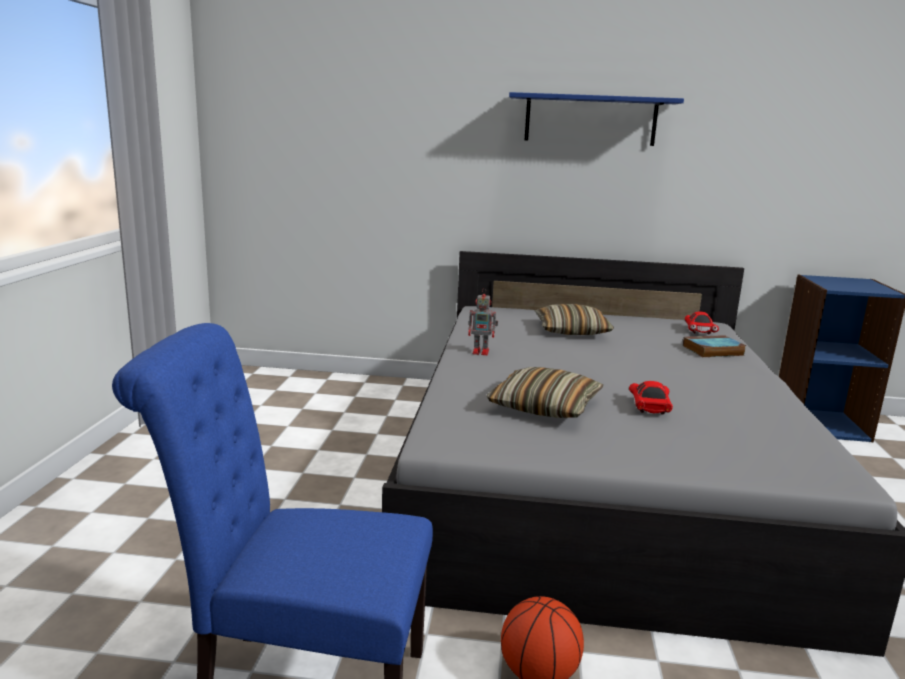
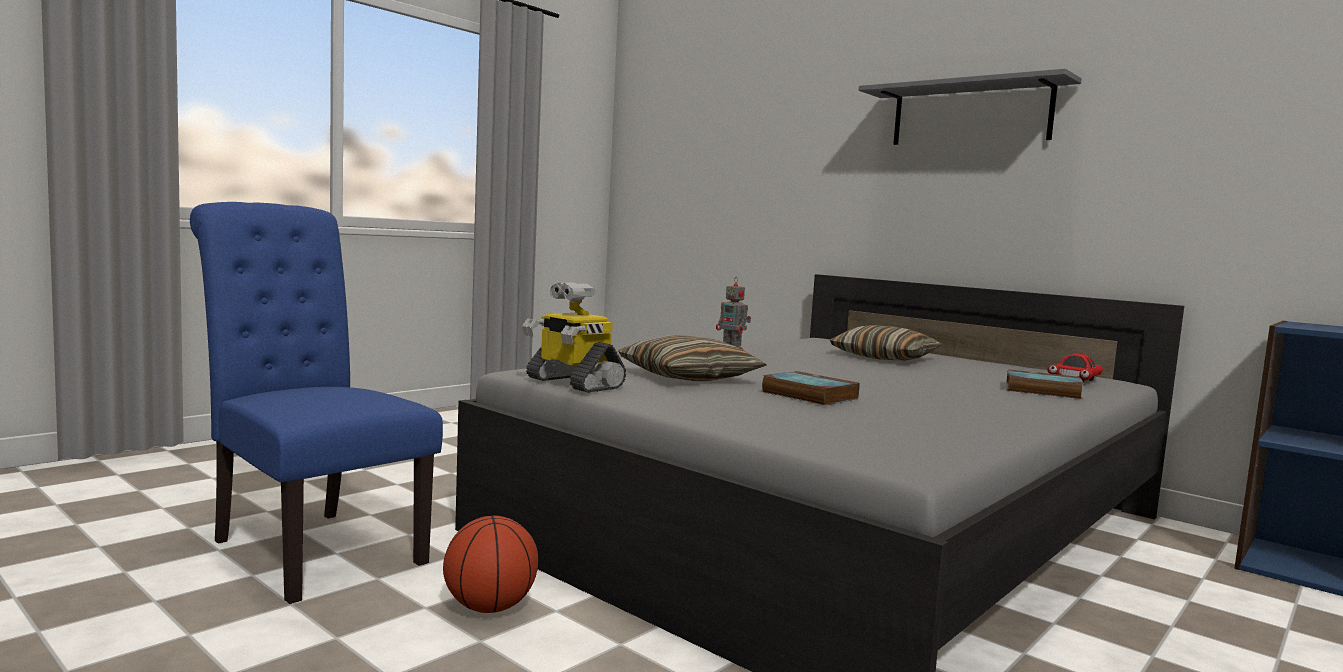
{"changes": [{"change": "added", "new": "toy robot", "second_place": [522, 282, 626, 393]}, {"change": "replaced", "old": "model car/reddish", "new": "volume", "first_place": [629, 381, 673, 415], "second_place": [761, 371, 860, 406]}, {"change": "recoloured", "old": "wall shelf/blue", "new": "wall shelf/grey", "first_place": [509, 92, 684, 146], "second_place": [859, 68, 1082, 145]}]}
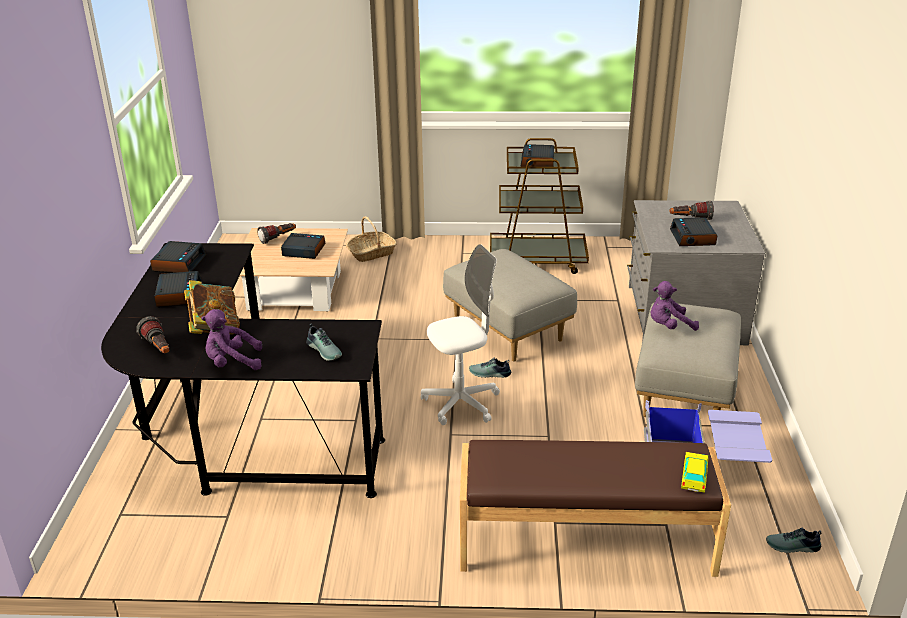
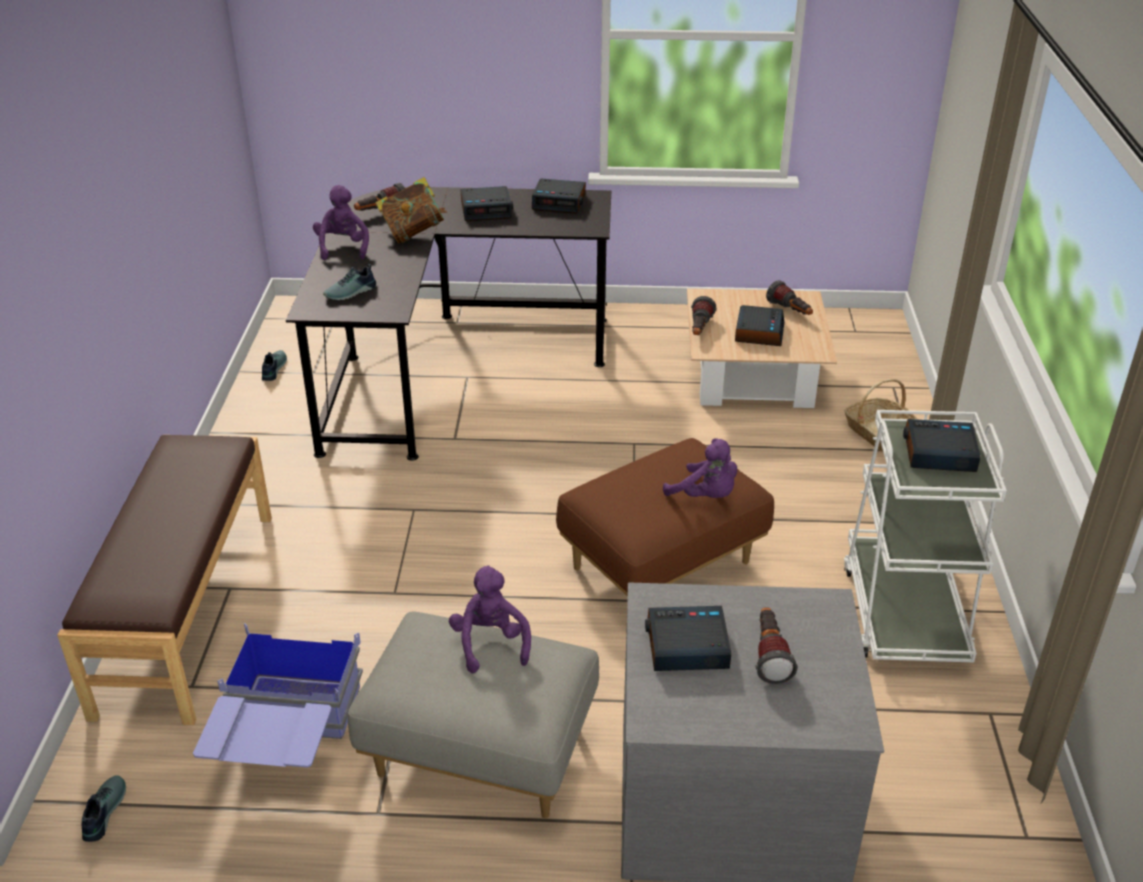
{"changes": [{"change": "removed", "old": "office chair/white-coloured", "first_place": [421, 244, 500, 425]}, {"change": "removed", "old": "model car", "first_place": [681, 452, 709, 493]}, {"change": "added", "new": "soft toy/purple", "second_place": [663, 438, 737, 498]}, {"change": "added", "new": "hand torch", "second_place": [691, 296, 717, 335]}, {"change": "moved", "old": "item of footwear", "first_place": [469, 357, 511, 378], "second_place": [262, 350, 287, 381]}, {"change": "recoloured", "old": "ottoman/grey", "new": "ottoman/brownish", "first_place": [443, 249, 577, 362], "second_place": [556, 438, 774, 596]}, {"change": "recoloured", "old": "wheeled cart/brownish", "new": "wheeled cart/white-coloured", "first_place": [490, 138, 589, 274], "second_place": [844, 410, 1007, 663]}]}
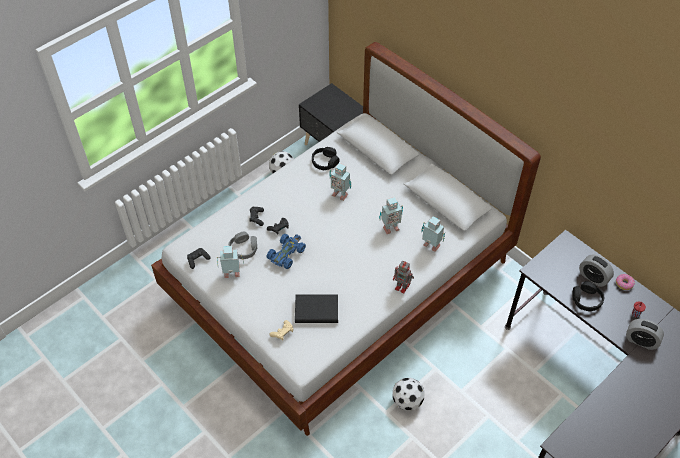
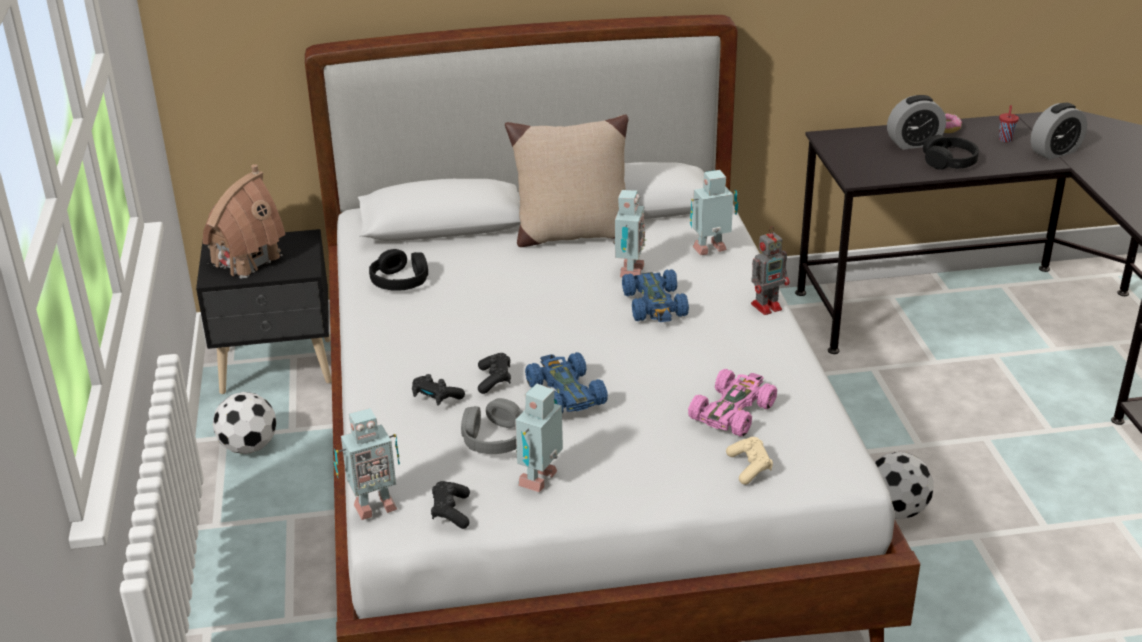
{"changes": [{"change": "added", "new": "miniature house", "second_place": [203, 164, 285, 278]}, {"change": "added", "new": "throw pillow/beige-coloured", "second_place": [505, 114, 629, 247]}, {"change": "added", "new": "model car/blue", "second_place": [622, 269, 689, 322]}, {"change": "moved", "old": "toy robot", "first_place": [329, 163, 351, 201], "second_place": [334, 408, 400, 520]}, {"change": "replaced", "old": "volume/black-coloured", "new": "model car/pink-coloured", "first_place": [295, 294, 338, 323], "second_place": [688, 369, 777, 436]}]}
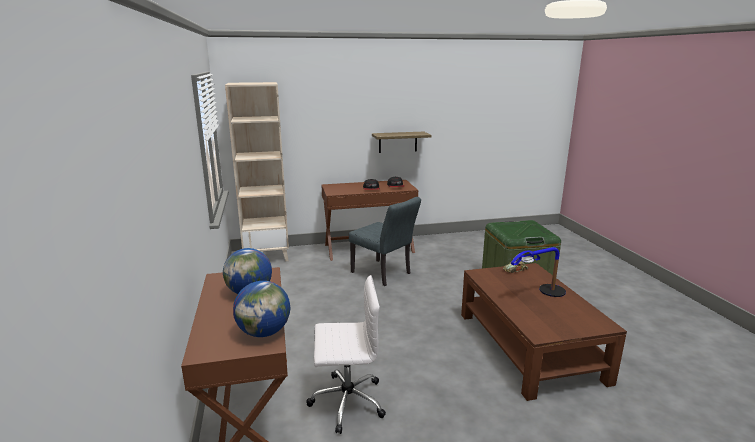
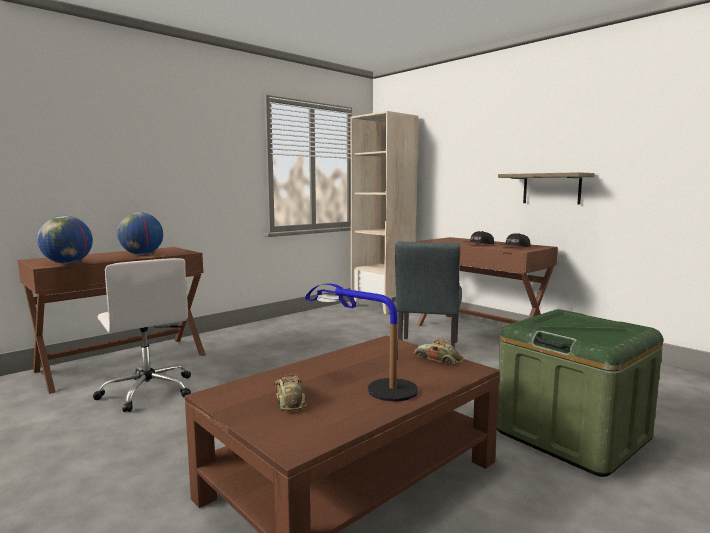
{"changes": [{"change": "added", "new": "model car", "second_place": [274, 374, 307, 411]}]}
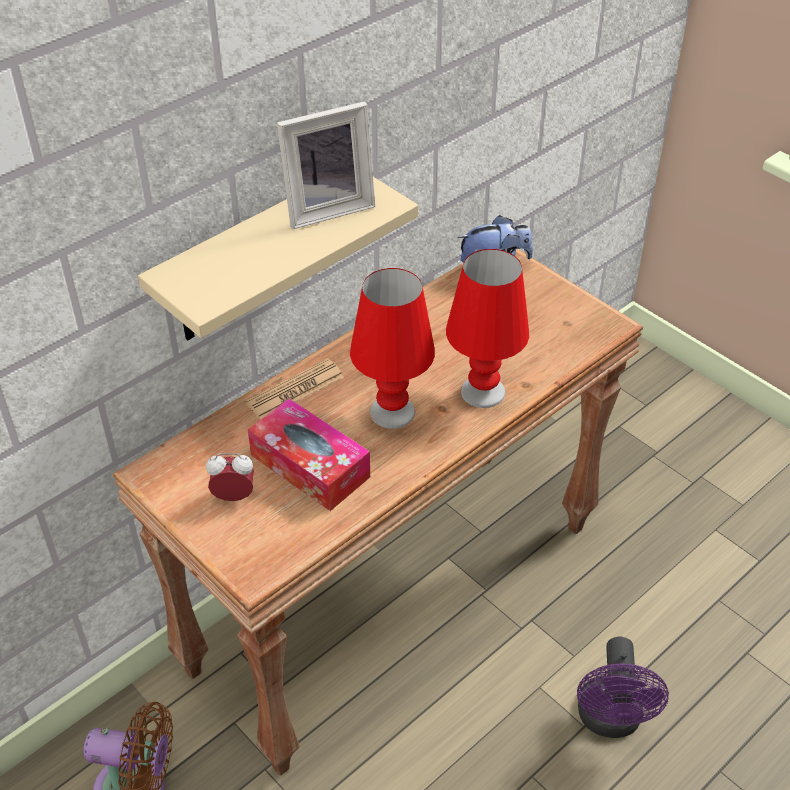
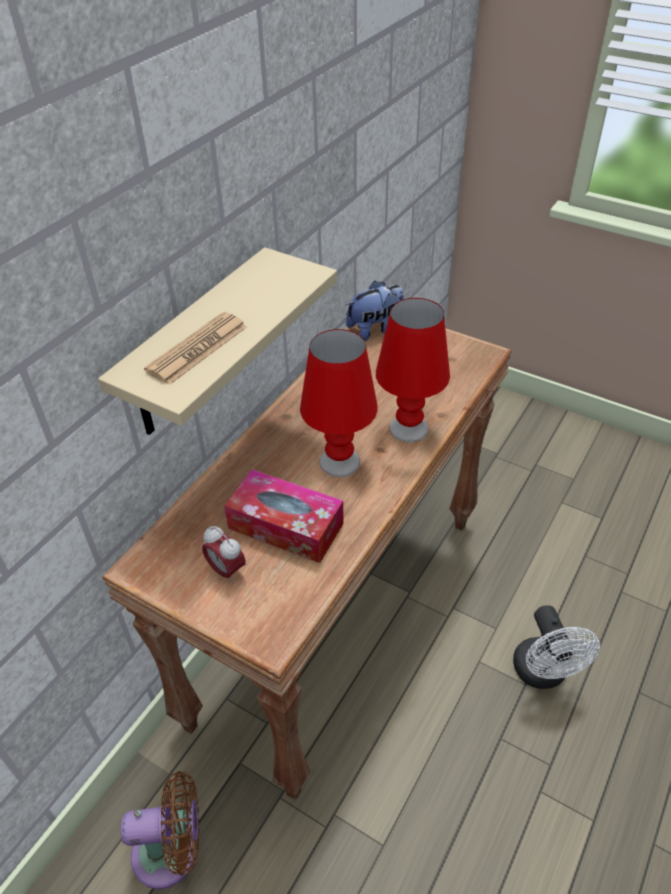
{"changes": [{"change": "removed", "old": "photo frame", "first_place": [277, 101, 375, 229]}, {"change": "moved", "old": "printed paper", "first_place": [245, 359, 344, 419], "second_place": [144, 312, 247, 385]}, {"change": "recoloured", "old": "electric fan/purple", "new": "electric fan/white-coloured", "first_place": [577, 637, 669, 738], "second_place": [513, 605, 600, 689]}, {"change": "turned", "old": "alarm clock", "first_place": [206, 453, 254, 501], "second_place": [202, 526, 246, 584], "degrees": -120}]}
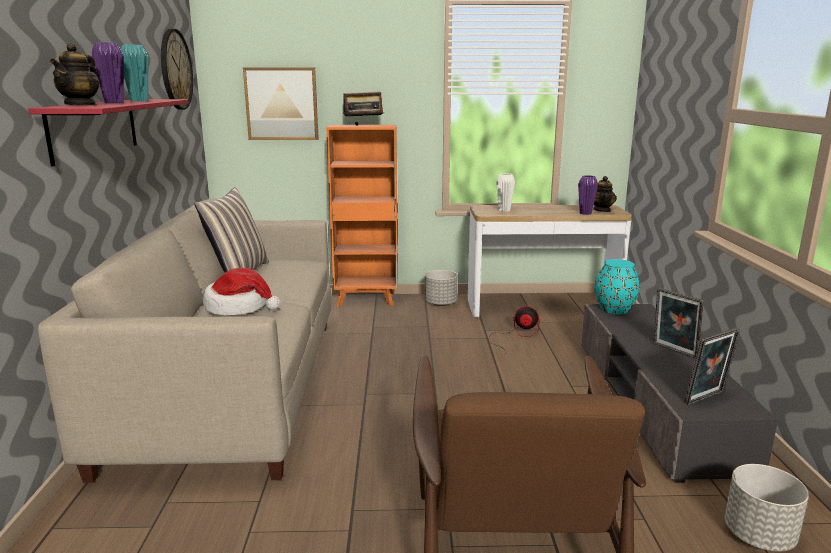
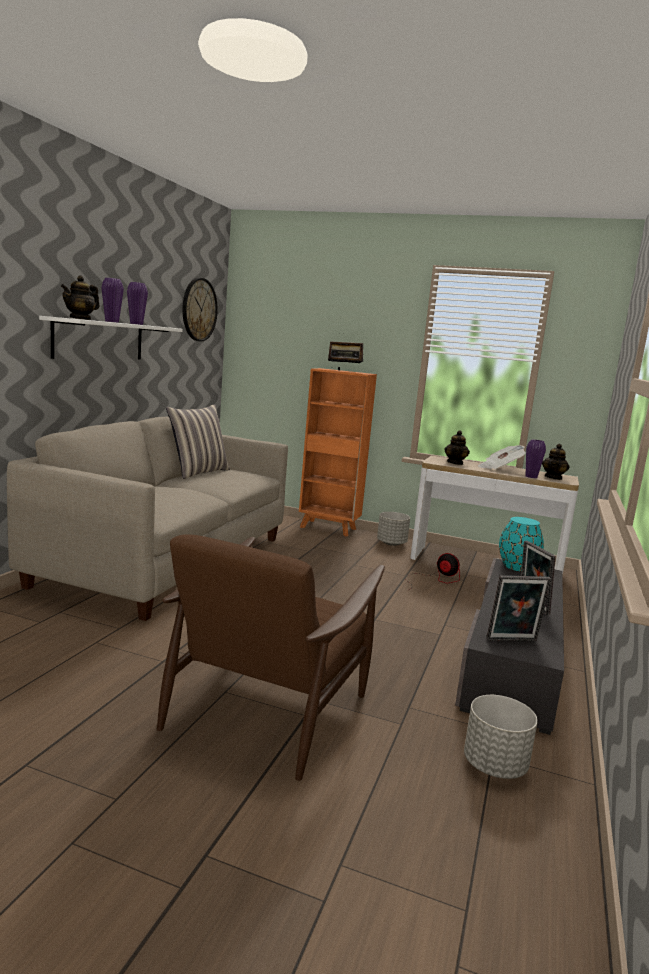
{"changes": [{"change": "removed", "old": "hat", "first_place": [203, 268, 281, 315]}, {"change": "removed", "old": "wall art", "first_place": [243, 67, 319, 140]}, {"change": "added", "new": "printed paper", "second_place": [478, 445, 526, 469]}, {"change": "replaced", "old": "decorative vase/white-coloured", "new": "pot for tea", "first_place": [496, 173, 515, 212], "second_place": [444, 430, 470, 465]}, {"change": "recoloured", "old": "wall shelf/reddish", "new": "wall shelf/white-coloured", "first_place": [28, 99, 188, 167], "second_place": [39, 316, 183, 359]}, {"change": "recoloured", "old": "decorative vase/blue-green", "new": "decorative vase/purple", "first_place": [121, 44, 148, 102], "second_place": [127, 282, 148, 325]}]}
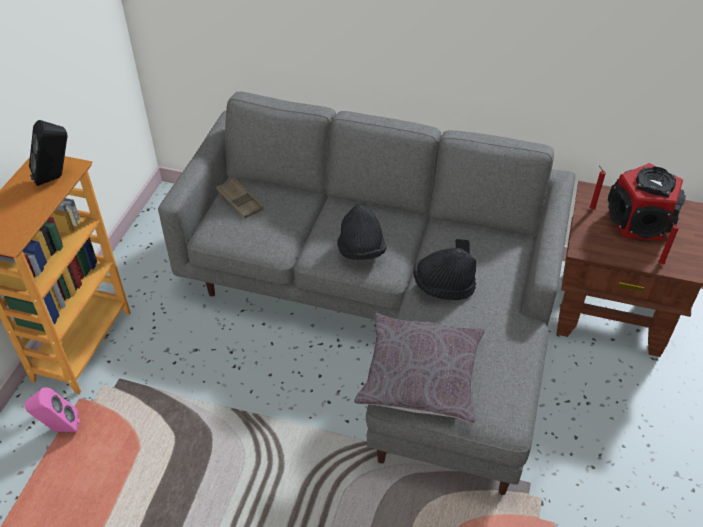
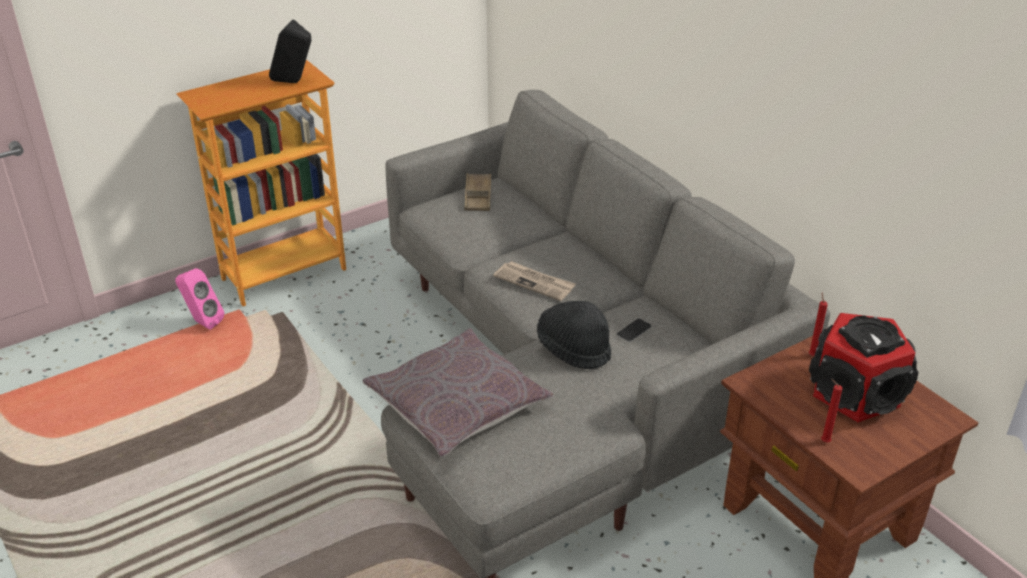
{"changes": [{"change": "replaced", "old": "hat/black-coloured", "new": "printed paper", "first_place": [337, 205, 386, 260], "second_place": [493, 261, 576, 301]}]}
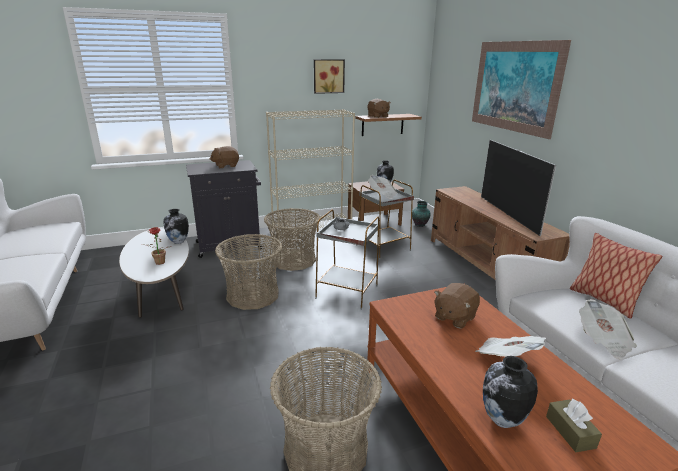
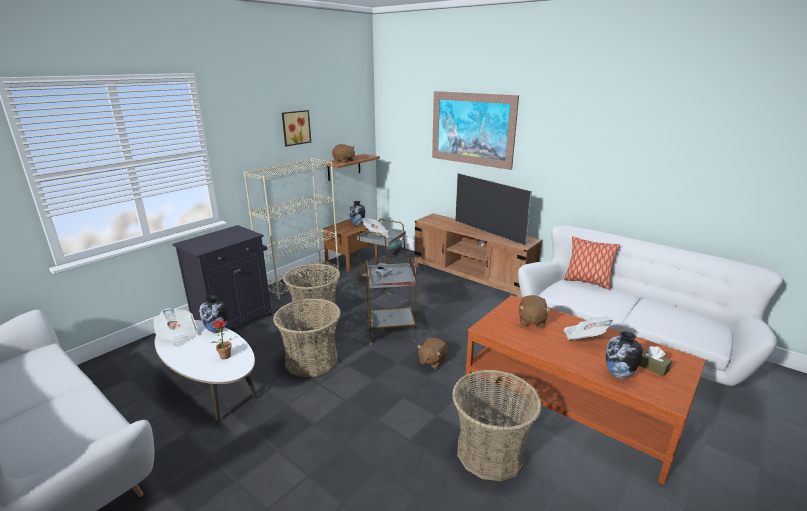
{"changes": [{"change": "moved", "old": "soft toy/brownish", "first_place": [210, 146, 239, 168], "second_place": [417, 338, 448, 369]}, {"change": "moved", "old": "printed paper", "first_place": [579, 299, 637, 360], "second_place": [153, 308, 198, 347]}]}
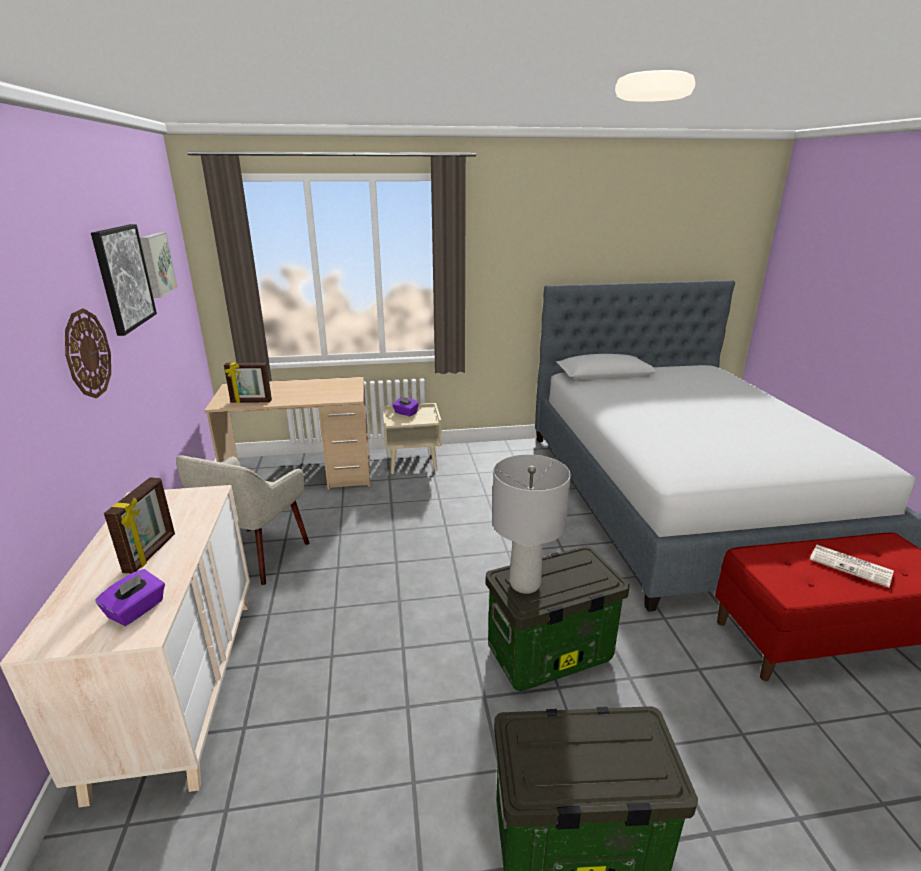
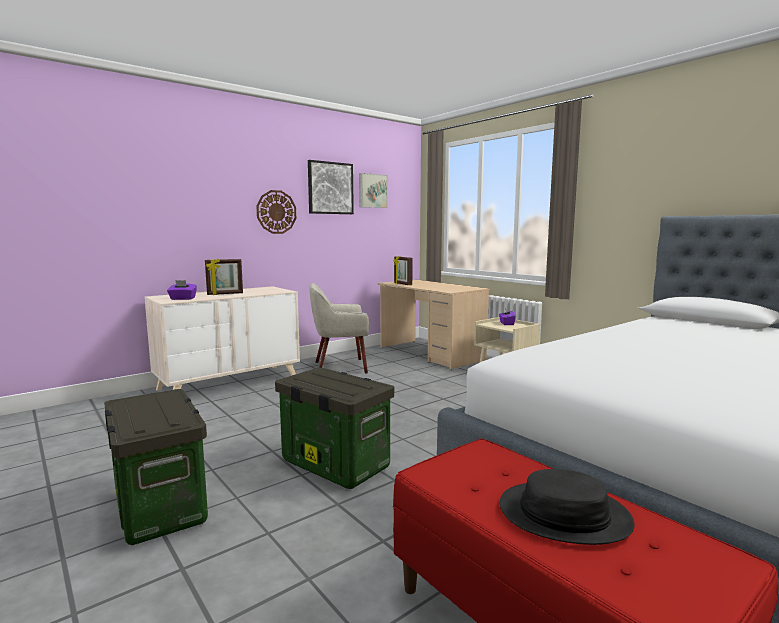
{"changes": [{"change": "removed", "old": "table lamp/grey", "first_place": [492, 454, 571, 594]}, {"change": "replaced", "old": "printed paper", "new": "hat/black-coloured", "first_place": [810, 544, 894, 588], "second_place": [500, 469, 635, 545]}]}
